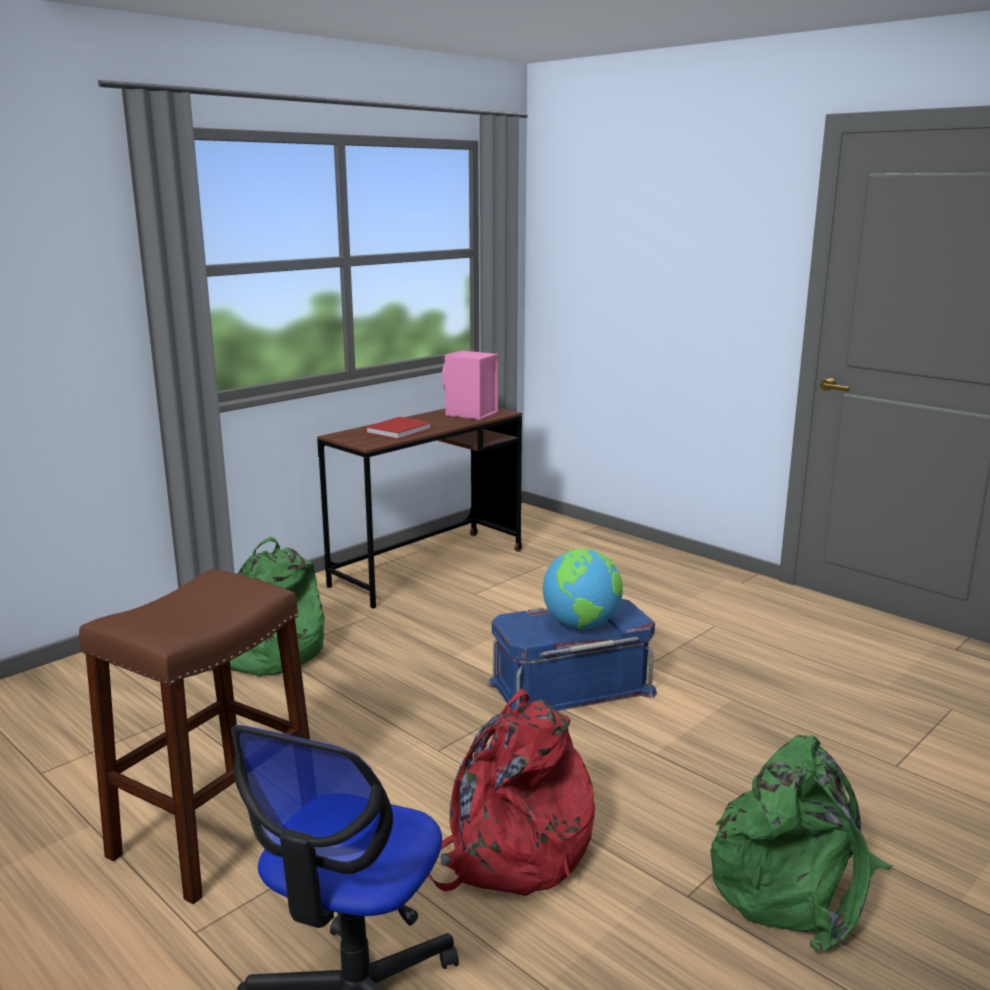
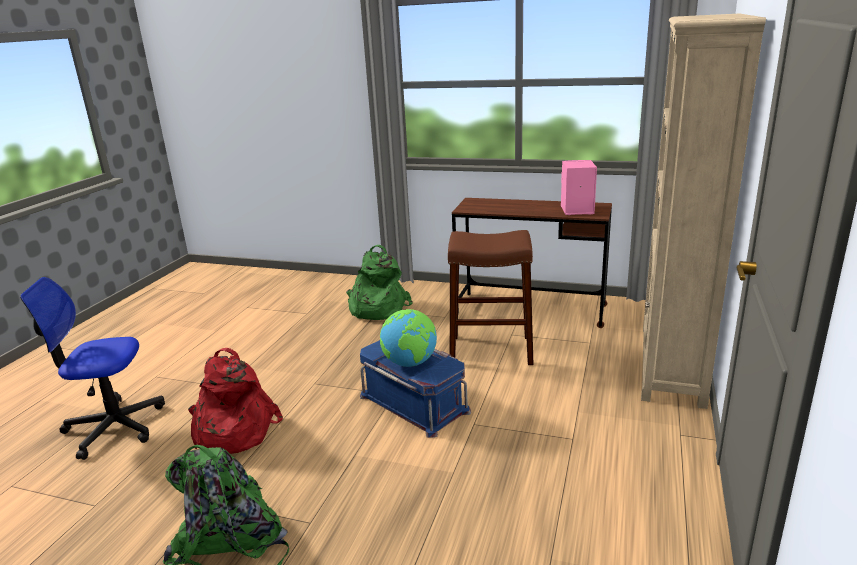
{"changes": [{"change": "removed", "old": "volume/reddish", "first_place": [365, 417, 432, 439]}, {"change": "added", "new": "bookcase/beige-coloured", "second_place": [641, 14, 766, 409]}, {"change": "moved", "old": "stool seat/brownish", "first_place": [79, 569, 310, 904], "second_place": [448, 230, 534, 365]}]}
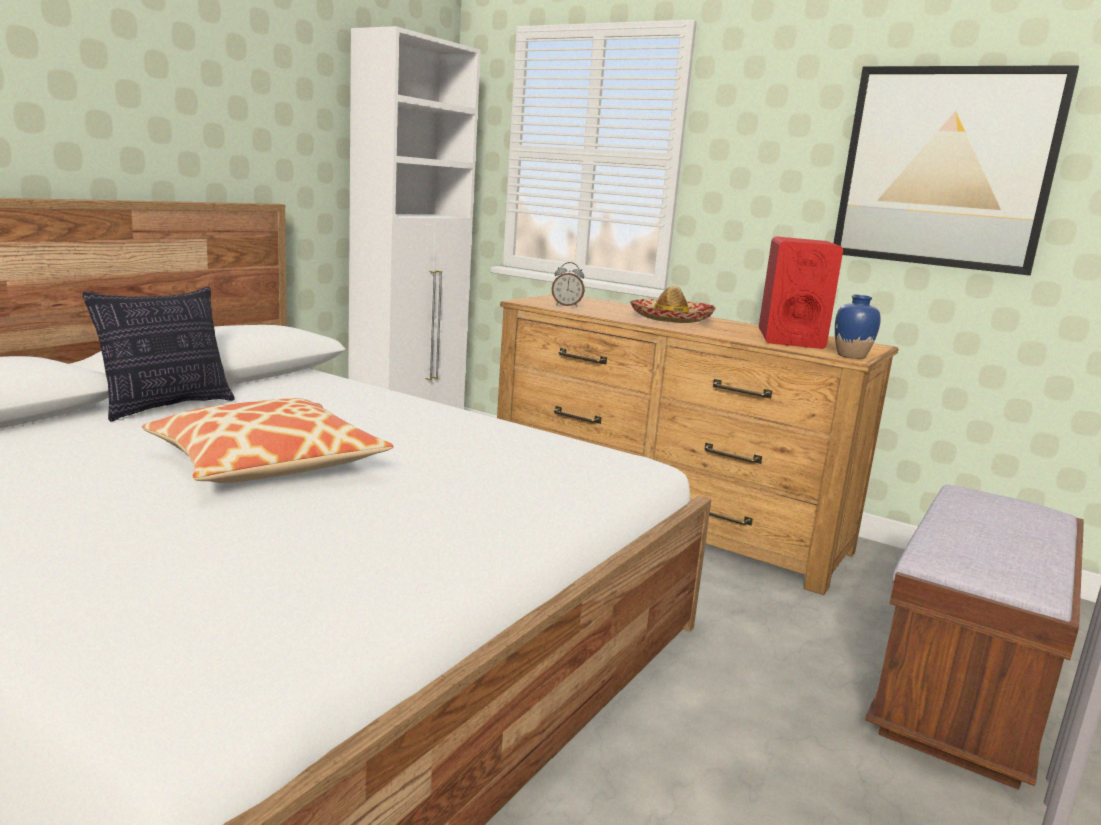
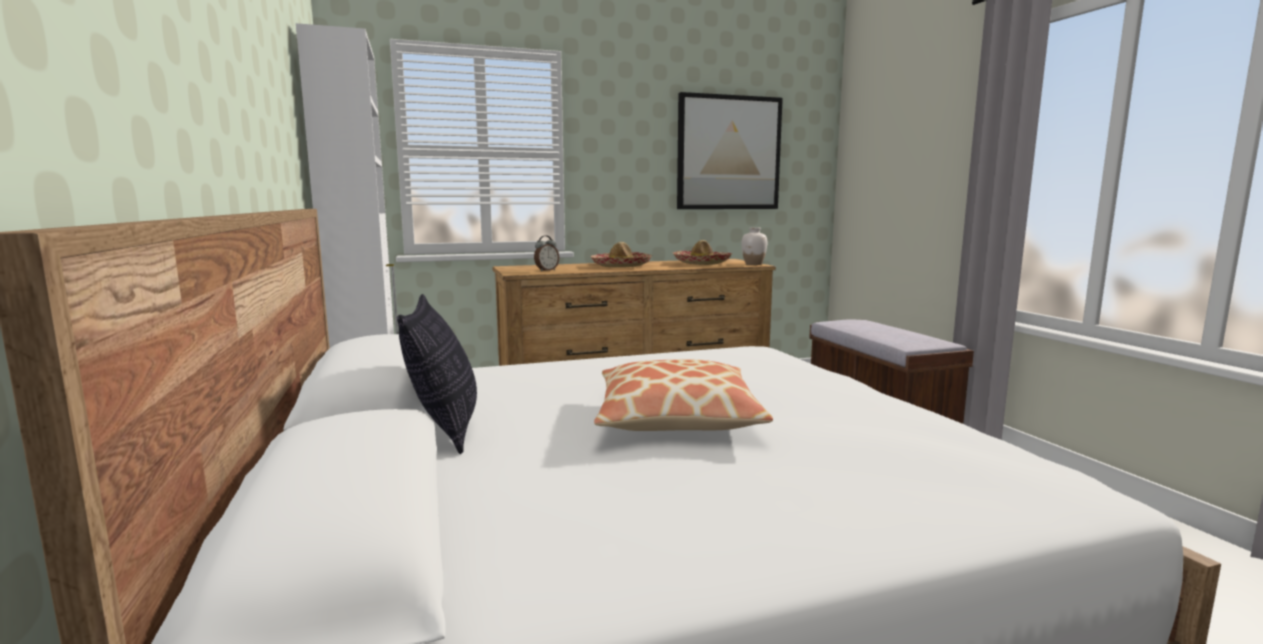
{"changes": [{"change": "replaced", "old": "loudspeaker/reddish", "new": "hat", "first_place": [759, 236, 843, 349], "second_place": [673, 240, 732, 265]}, {"change": "recoloured", "old": "decorative vase/blue", "new": "decorative vase/white-coloured", "first_place": [835, 295, 881, 359], "second_place": [742, 227, 767, 265]}]}
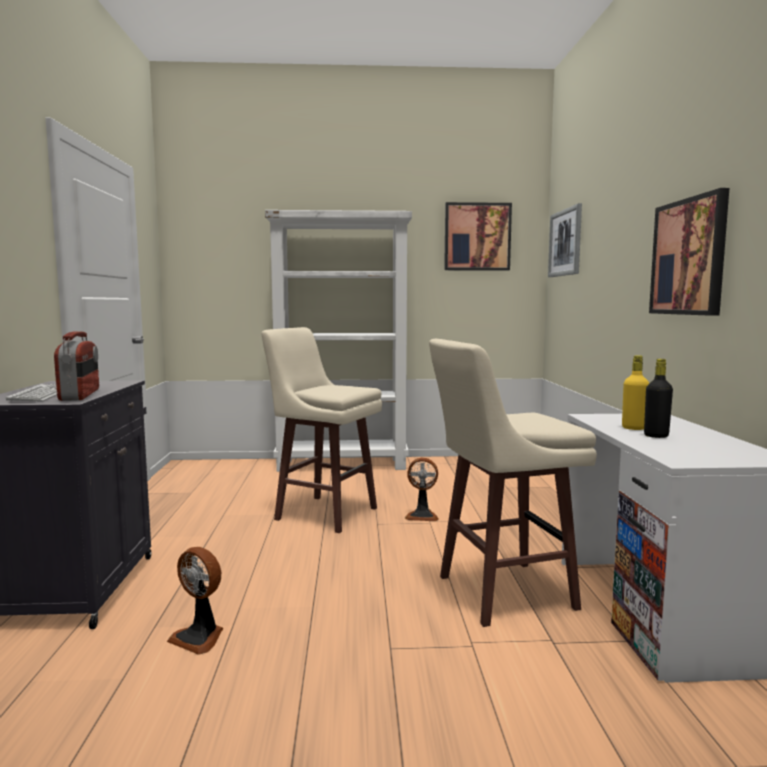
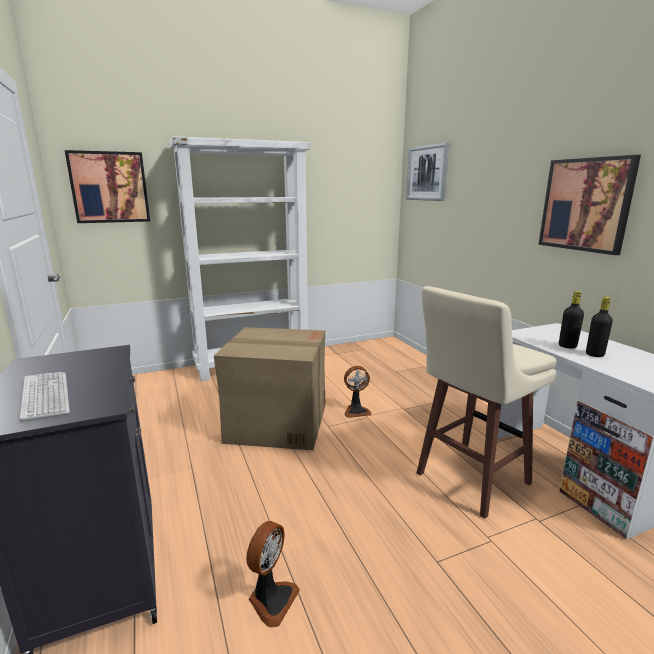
{"changes": [{"change": "removed", "old": "radio set", "first_place": [54, 331, 99, 401]}, {"change": "moved", "old": "wall art", "first_place": [444, 202, 512, 271], "second_place": [65, 150, 150, 223]}, {"change": "replaced", "old": "stool seat/beige-coloured", "new": "cardboard box", "first_place": [261, 327, 382, 533], "second_place": [214, 327, 326, 450]}, {"change": "recoloured", "old": "drink bottle/yellow", "new": "drink bottle/black-coloured", "first_place": [622, 355, 649, 430], "second_place": [559, 291, 584, 348]}, {"change": "turned", "old": "electric fan", "first_place": [167, 547, 223, 655], "second_place": [246, 521, 300, 627], "degrees": -75}]}
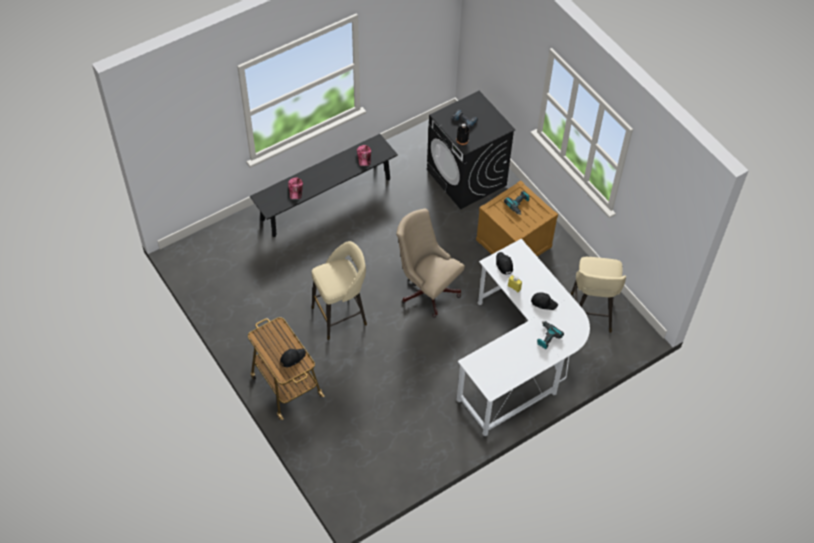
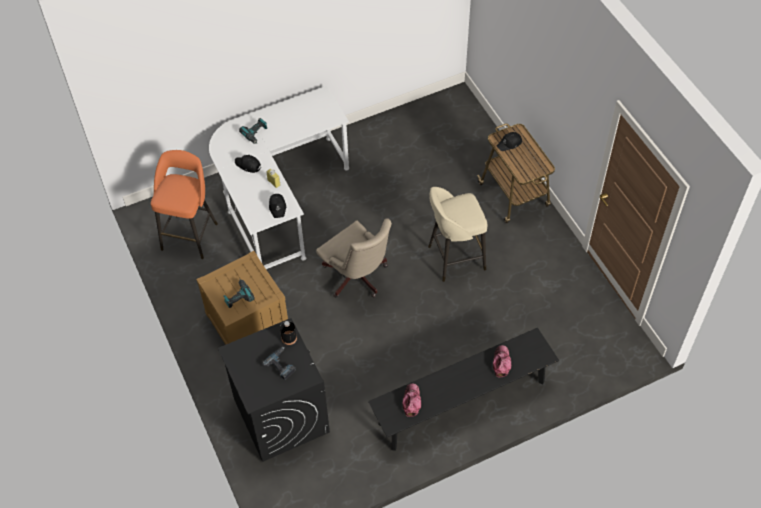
{"changes": [{"change": "recoloured", "old": "stool seat/beige-coloured", "new": "stool seat/orange", "first_place": [571, 257, 626, 333], "second_place": [151, 150, 218, 259]}]}
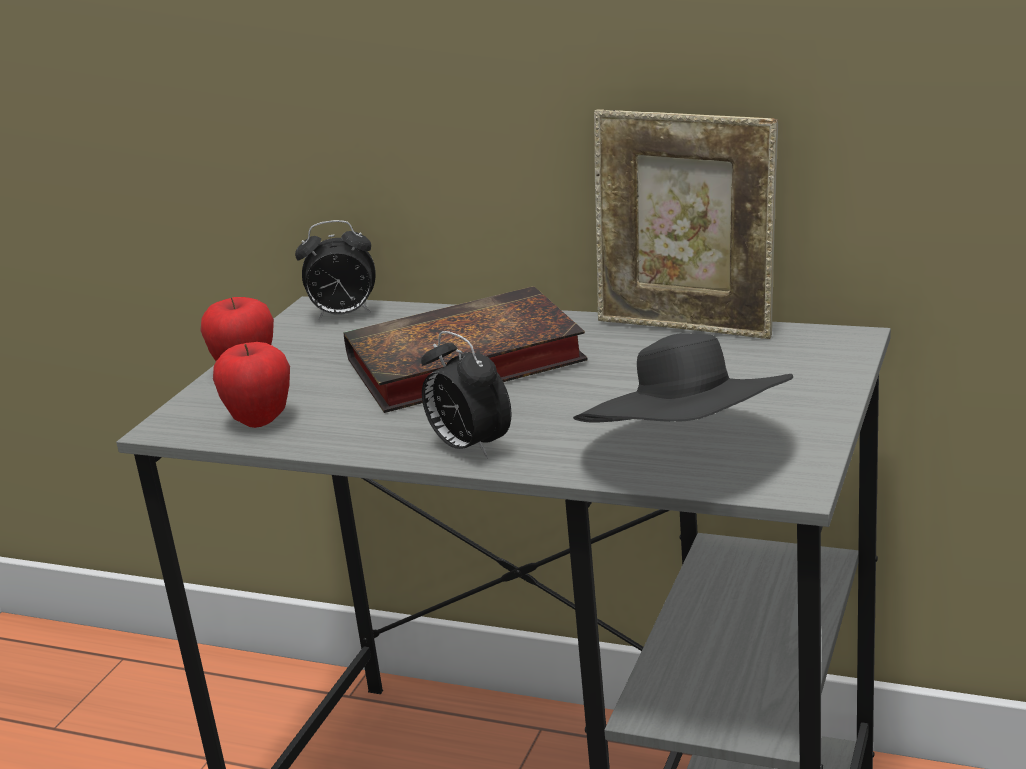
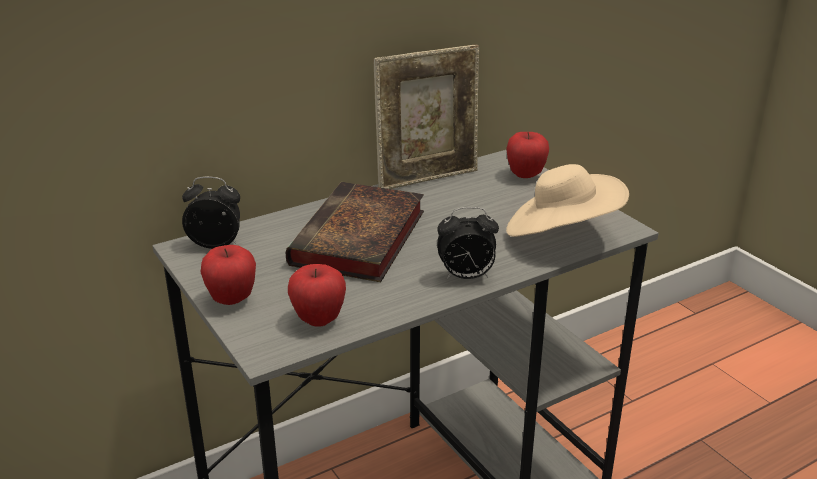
{"changes": [{"change": "added", "new": "apple fruit", "second_place": [506, 132, 549, 178]}, {"change": "recoloured", "old": "hat/black-coloured", "new": "hat/beige-coloured", "first_place": [573, 333, 793, 423], "second_place": [506, 164, 629, 237]}, {"change": "turned", "old": "alarm clock", "first_place": [295, 220, 376, 320], "second_place": [182, 177, 240, 249], "degrees": -120}]}
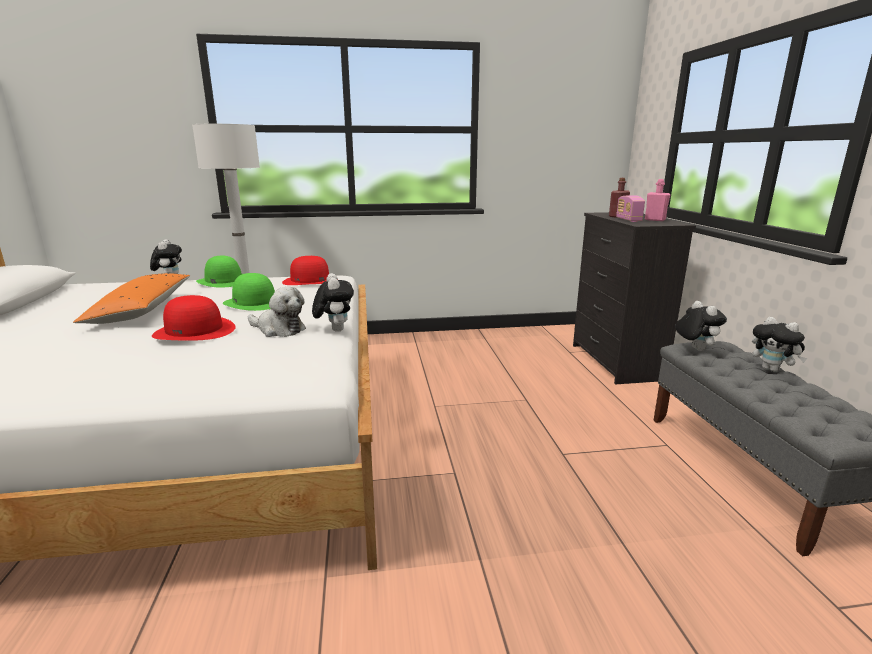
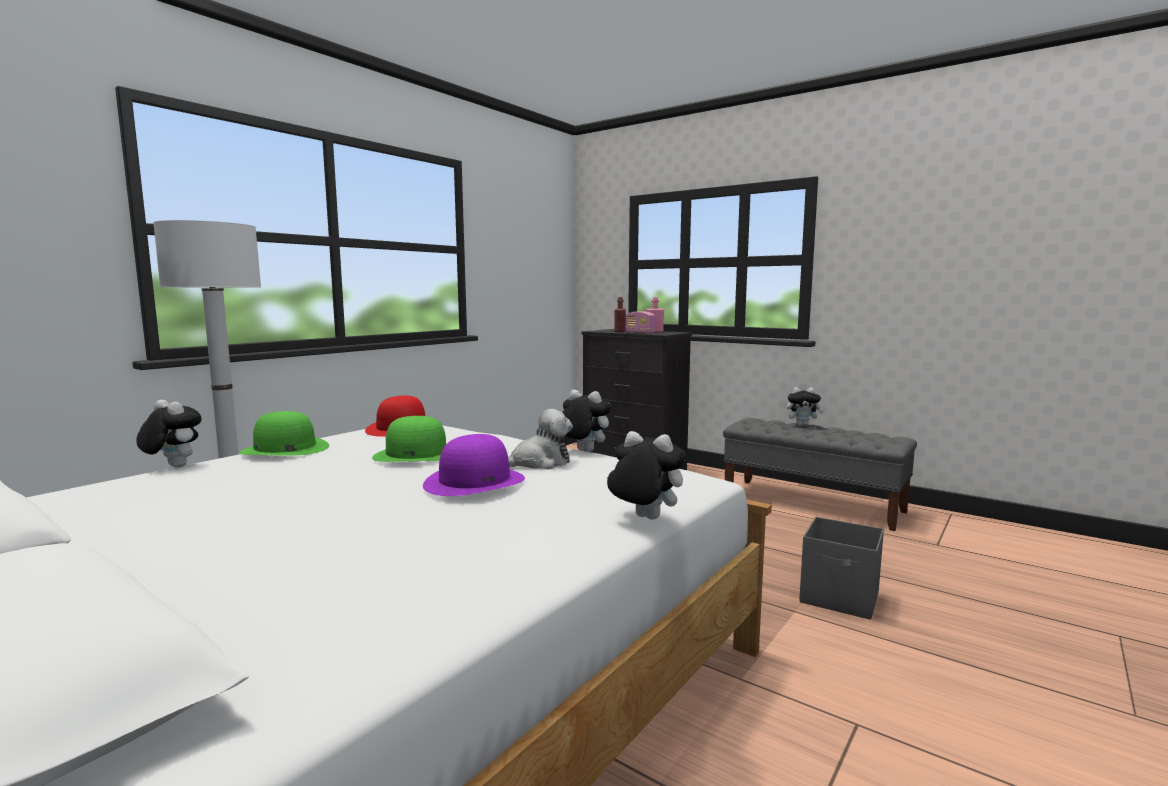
{"changes": [{"change": "removed", "old": "throw pillow/orange", "first_place": [73, 273, 190, 324]}, {"change": "added", "new": "storage container/grey", "second_place": [799, 517, 884, 620]}, {"change": "moved", "old": "soft toy", "first_place": [675, 301, 727, 351], "second_place": [607, 431, 686, 520]}, {"change": "recoloured", "old": "hat/reddish", "new": "hat/purple", "first_place": [152, 295, 236, 341], "second_place": [423, 434, 525, 496]}]}
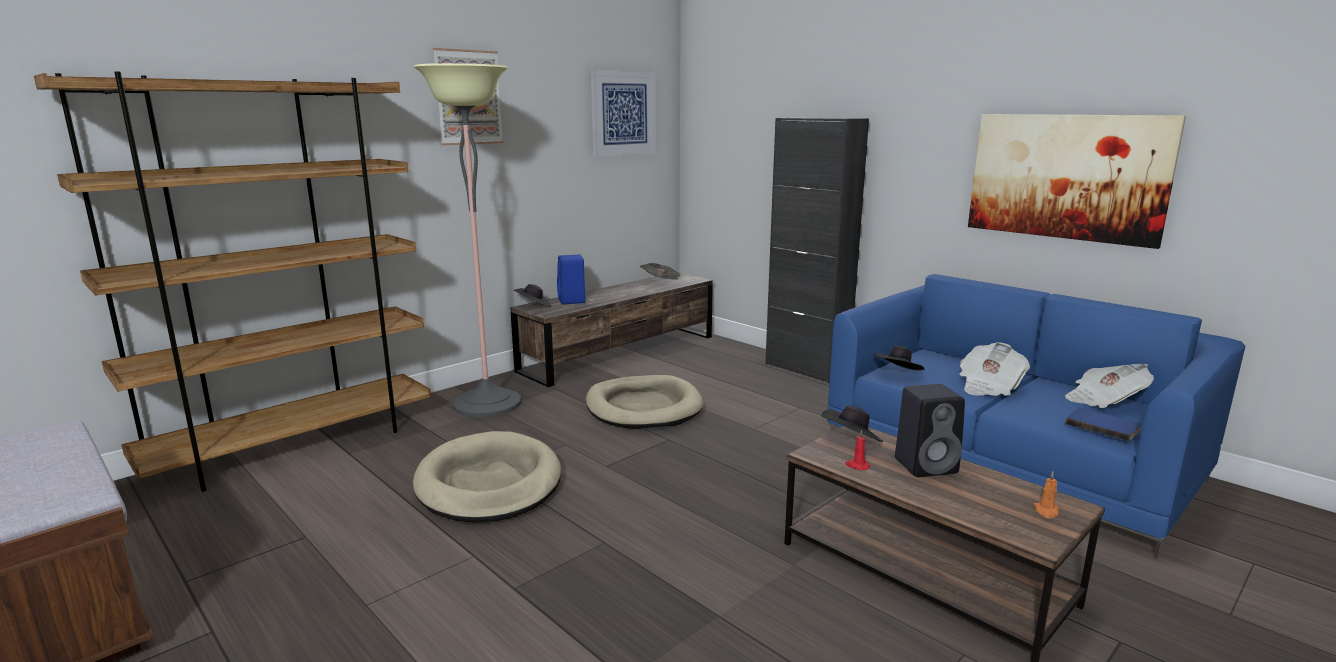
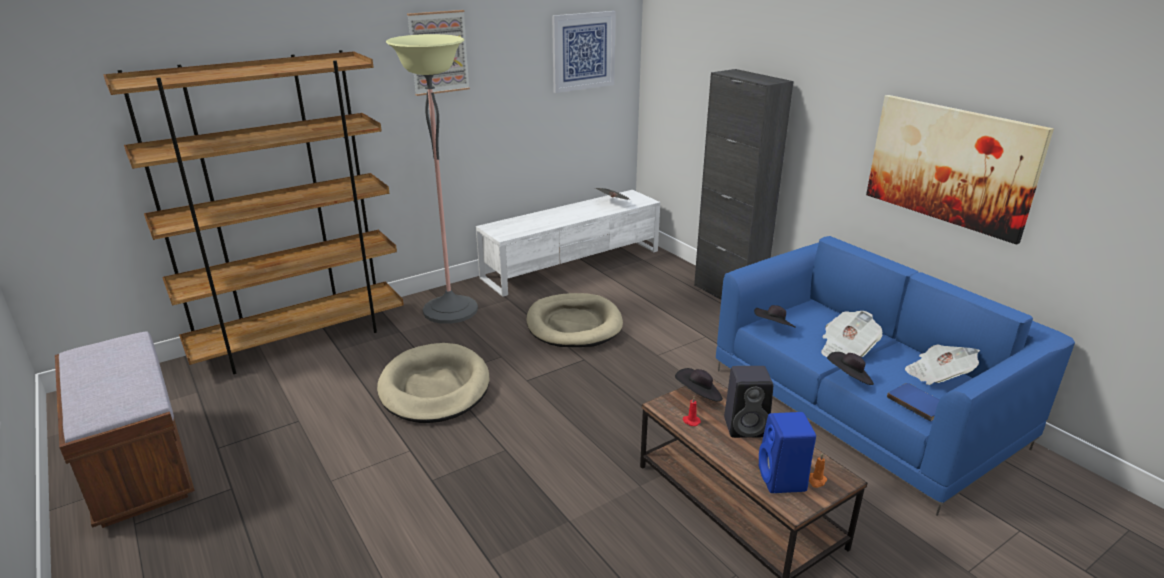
{"changes": [{"change": "moved", "old": "hat/black-coloured", "first_place": [514, 284, 552, 307], "second_place": [827, 352, 874, 385]}, {"change": "moved", "old": "loudspeaker/blue", "first_place": [557, 255, 586, 304], "second_place": [759, 412, 816, 493]}, {"change": "recoloured", "old": "media console/brownish", "new": "media console/white-coloured", "first_place": [510, 273, 713, 387], "second_place": [476, 190, 660, 297]}]}
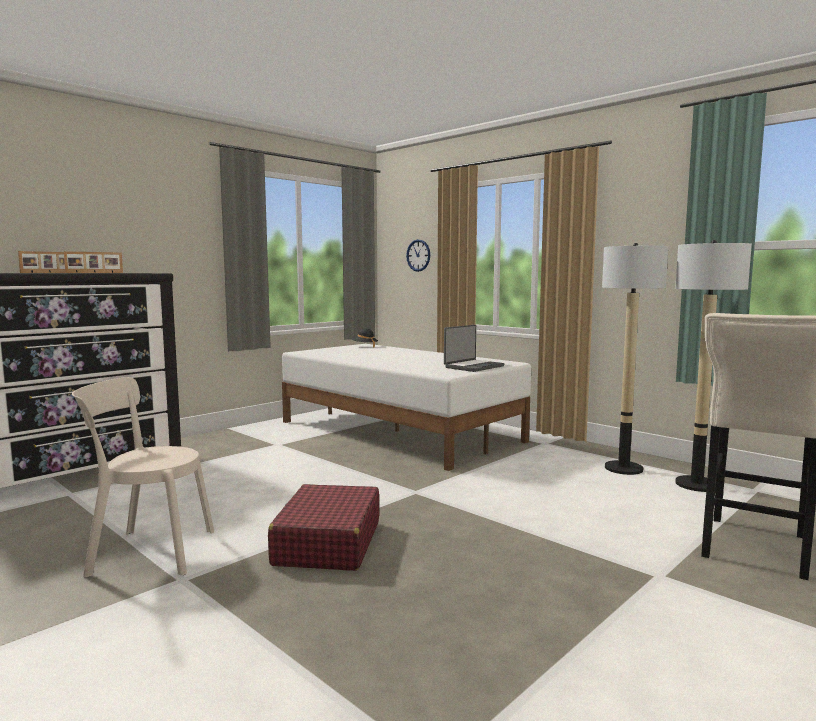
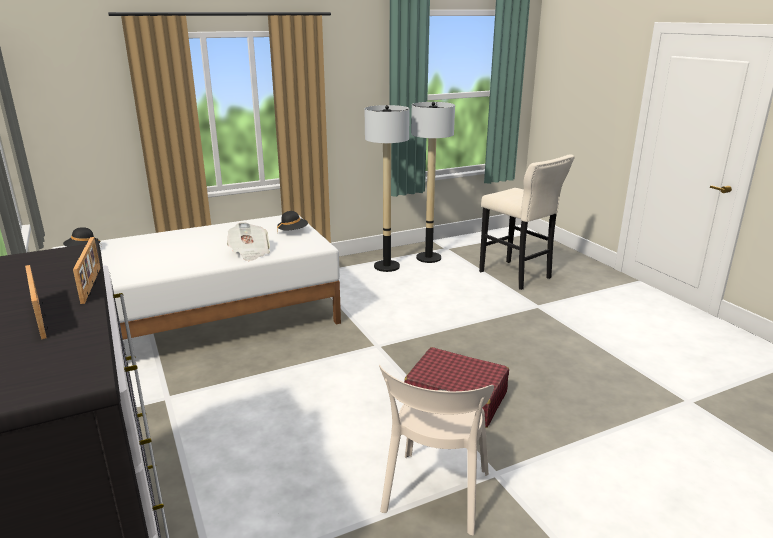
{"changes": [{"change": "removed", "old": "hanging clock", "first_place": [406, 239, 430, 272]}, {"change": "added", "new": "printed paper", "second_place": [227, 222, 270, 261]}, {"change": "replaced", "old": "portable computer", "new": "hat/black-coloured", "first_place": [444, 325, 504, 372], "second_place": [277, 211, 308, 233]}]}
